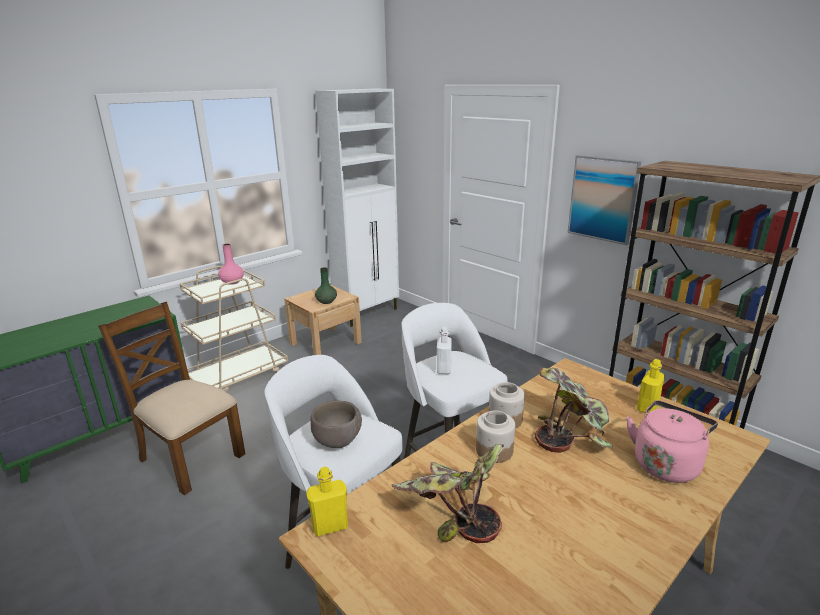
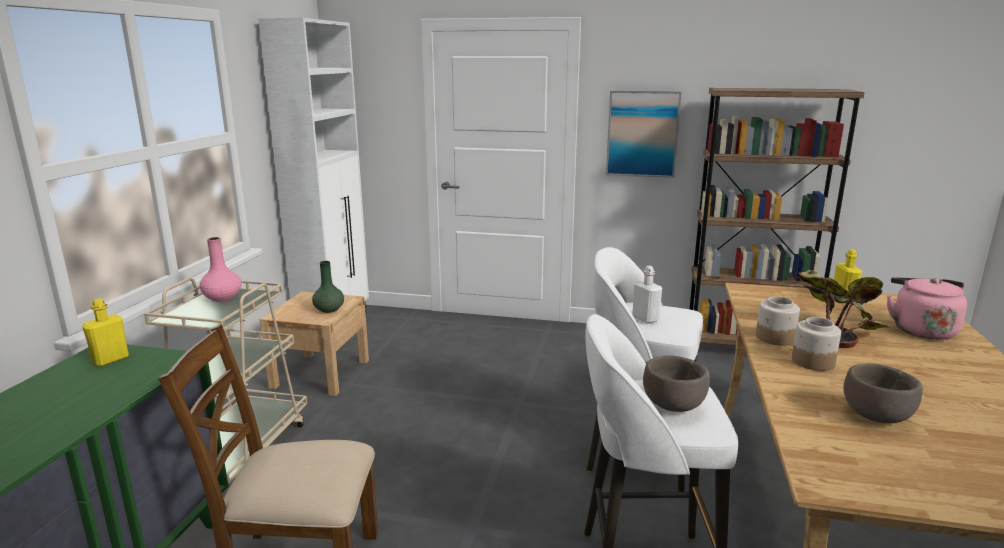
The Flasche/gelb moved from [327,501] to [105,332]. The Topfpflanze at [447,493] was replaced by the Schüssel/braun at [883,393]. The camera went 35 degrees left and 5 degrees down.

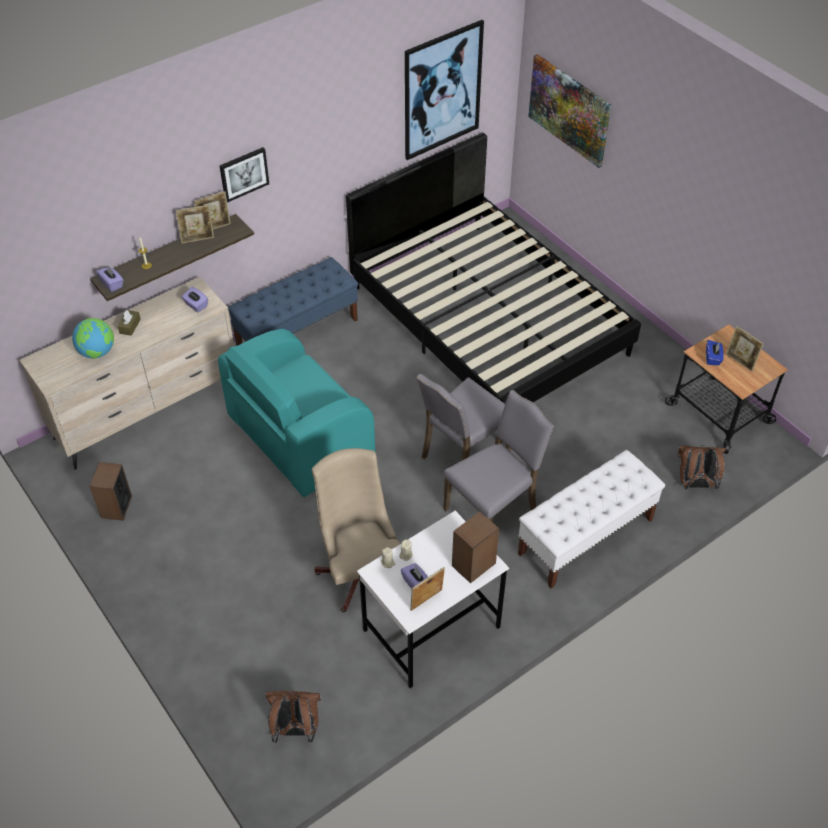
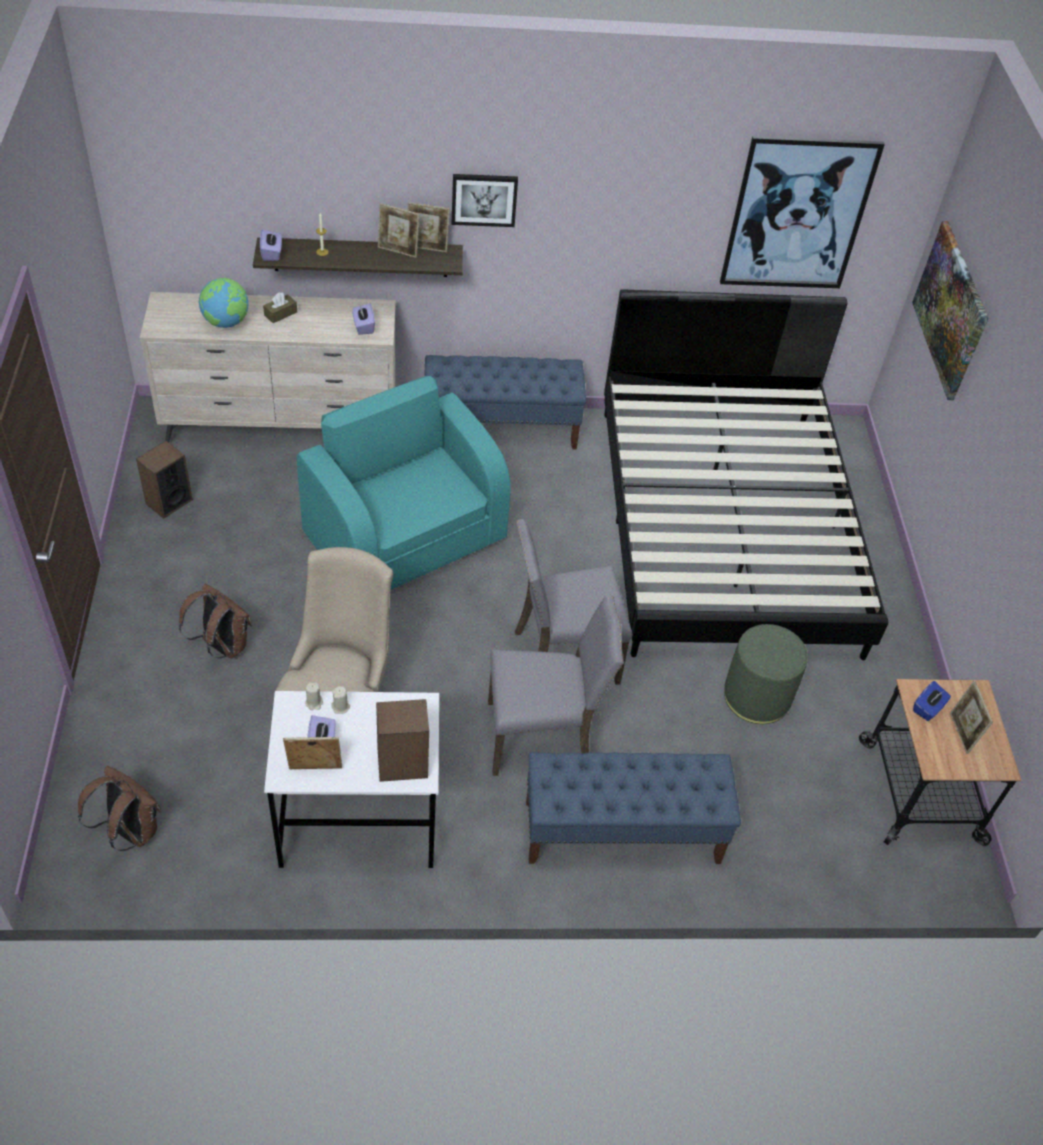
The Polsterhocker/grün at [766,674] appeared. The Rucksack/braun moved from [702,467] to [215,621]. The Bank/weiß at [591,519] became the Bank/blau at [633,808]. The Sessel/türkis at [296,413] turned 60 degrees clockwise. The camera went 30 degrees right and 0 degrees up.

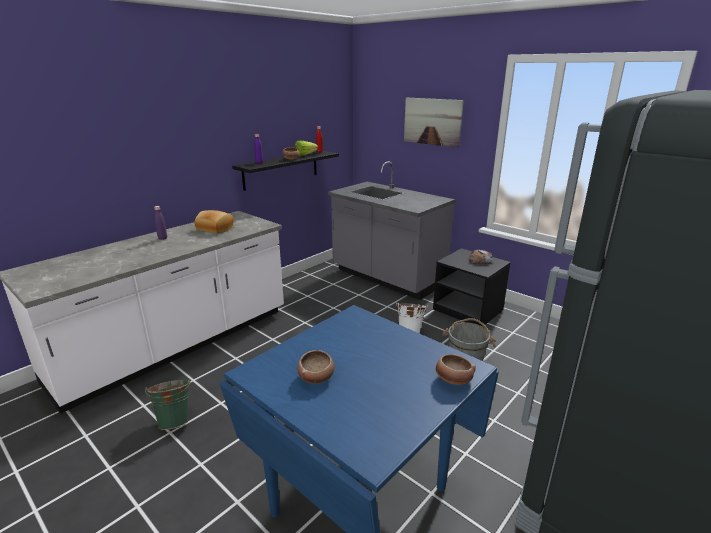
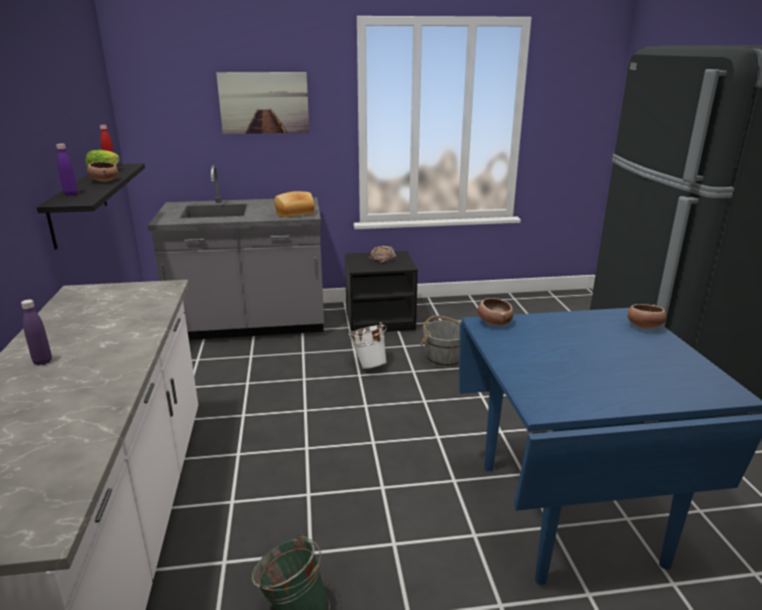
The Brot moved from [214,221] to [294,204]. The Schüssel moved from [316,367] to [495,312]. The camera went 50 degrees left and 0 degrees up.

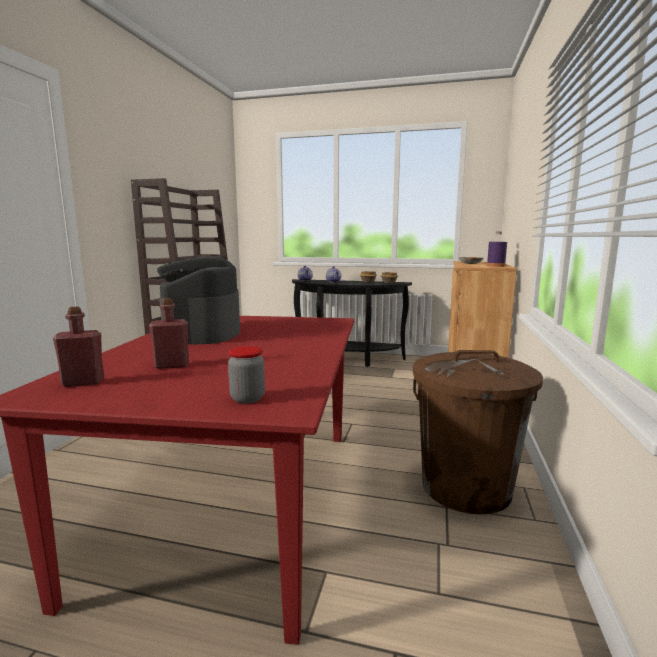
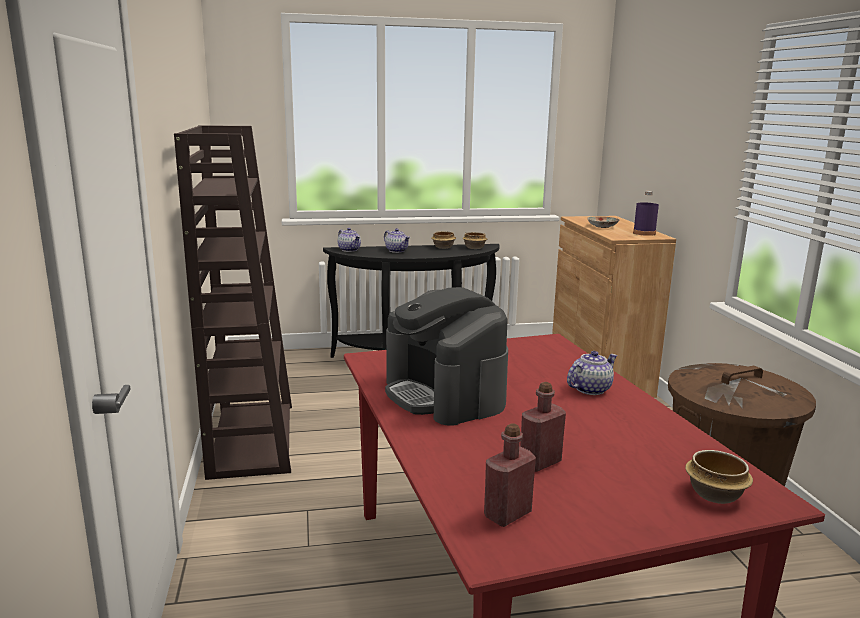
The Teekanne at [592,373] appeared. The Vorratsglas at [246,375] was replaced by the Schüssel at [719,477]. The camera went 25 degrees left and 5 degrees up.

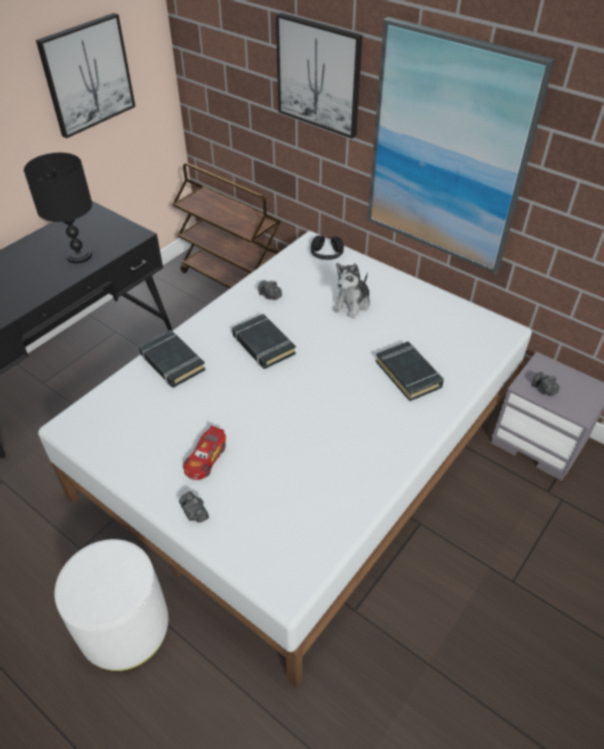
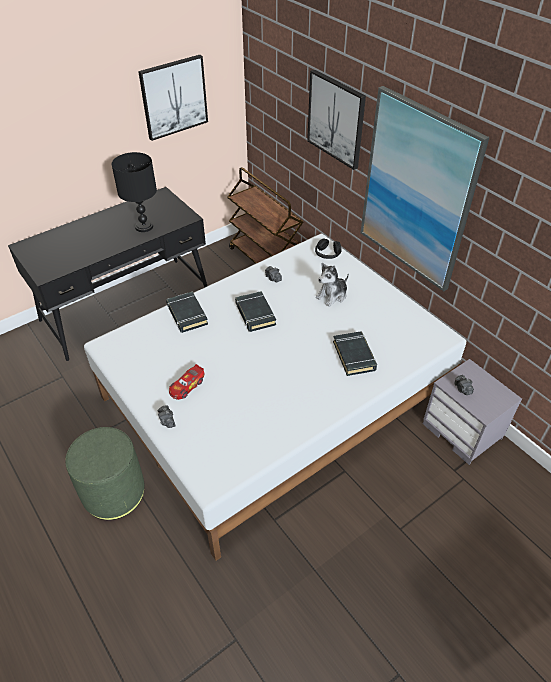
The Polsterhocker/weiß at [111,605] became the Polsterhocker/grün at [104,473]. The camera went 15 degrees right and 0 degrees up.

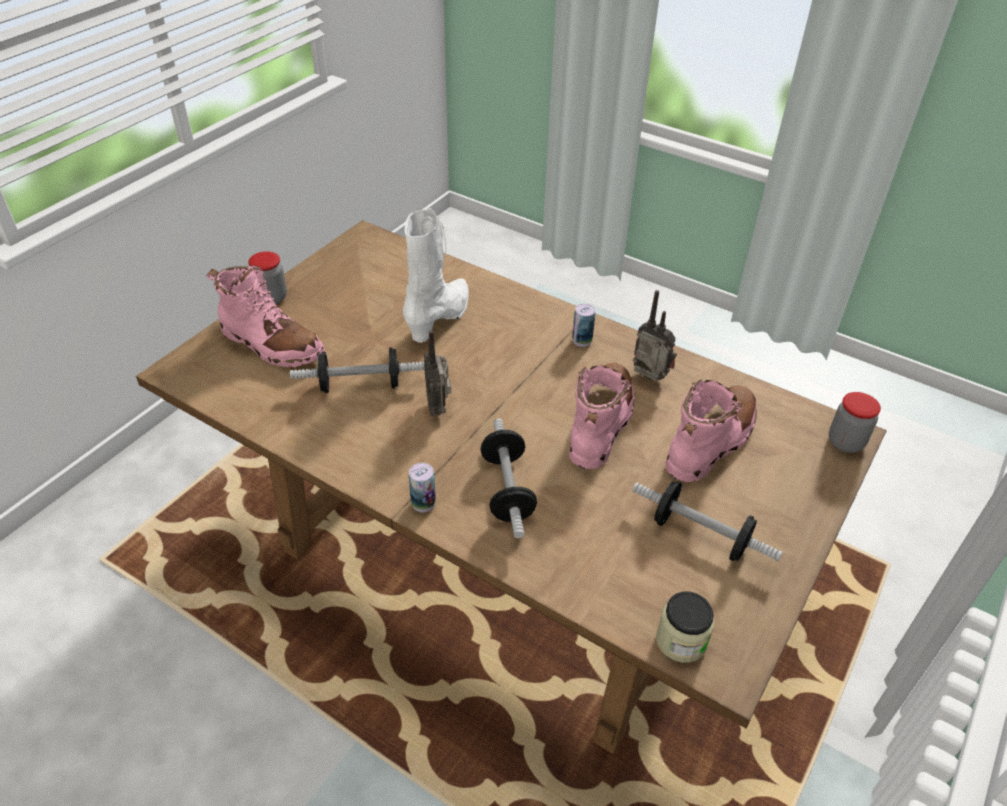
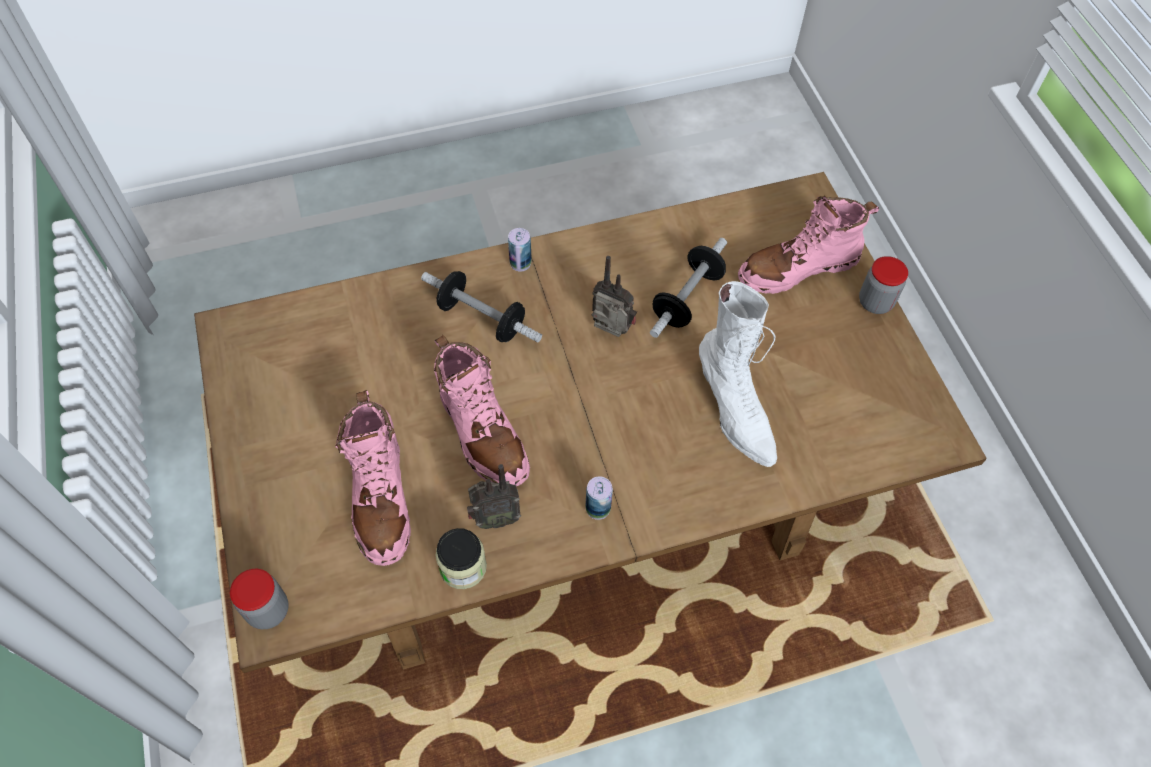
The Hantel at [707,521] disappeared. The Vorratsglas moved from [685,627] to [461,558]. The camera went 130 degrees right and 15 degrees up.

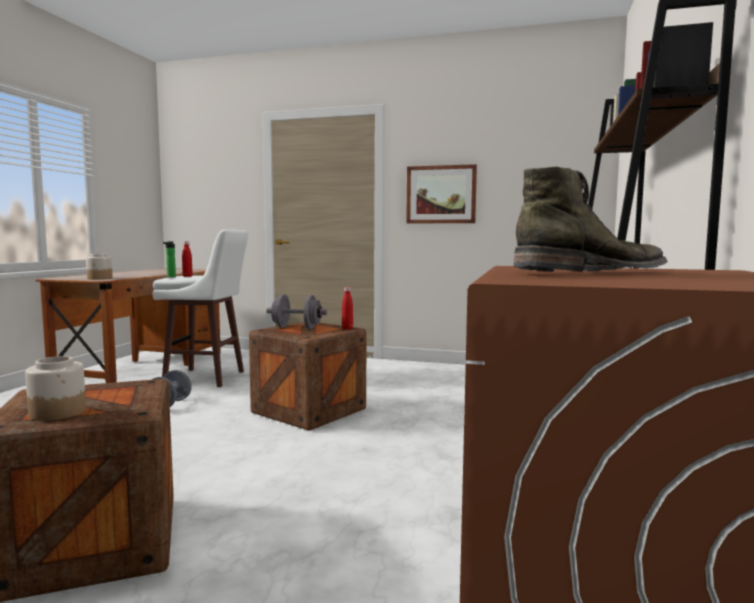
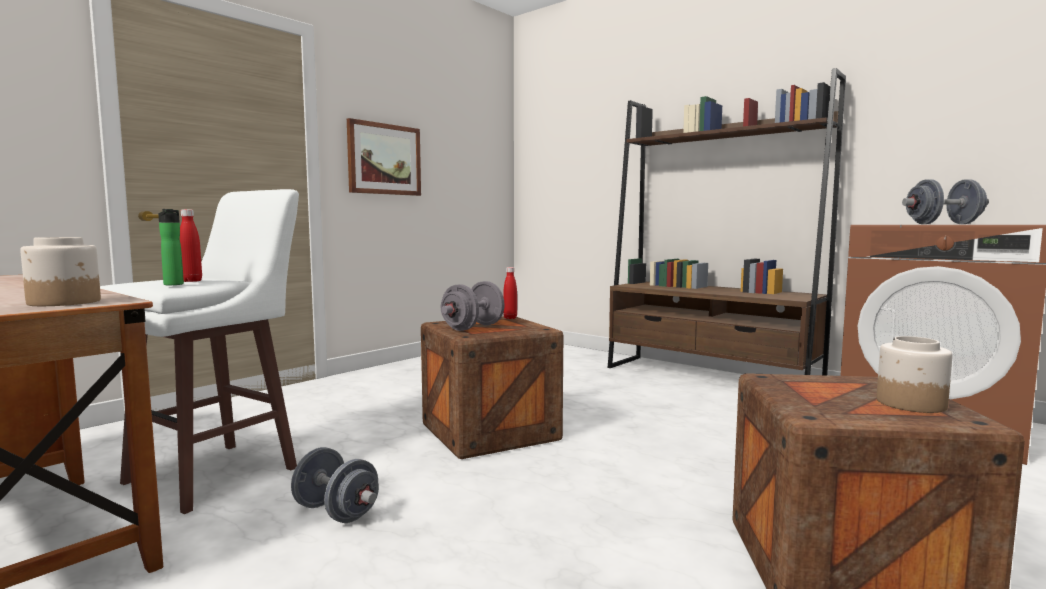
The Stiefel/grün at [591,219] was replaced by the Hantel/grau at [945,201]. The camera went 65 degrees left and 0 degrees up.

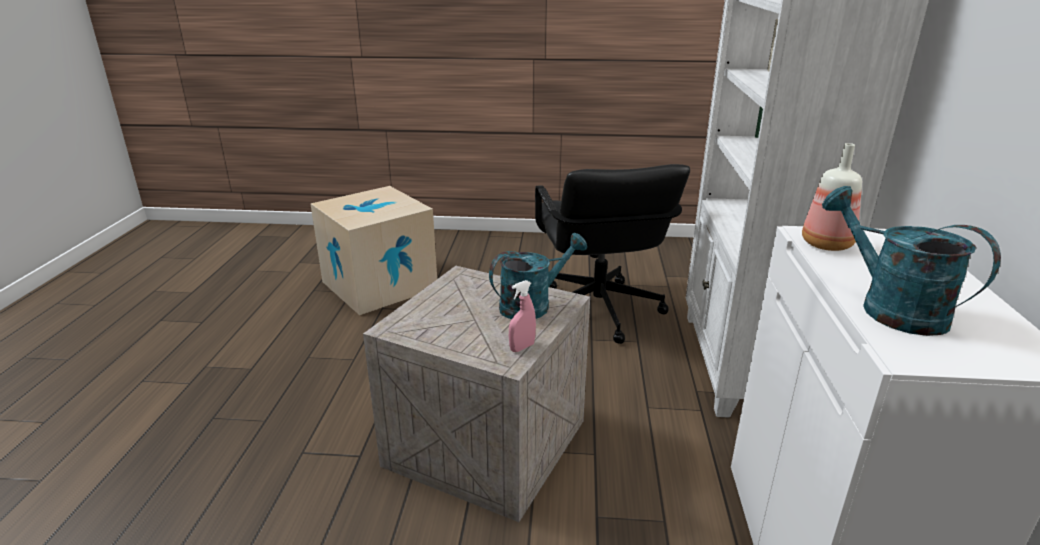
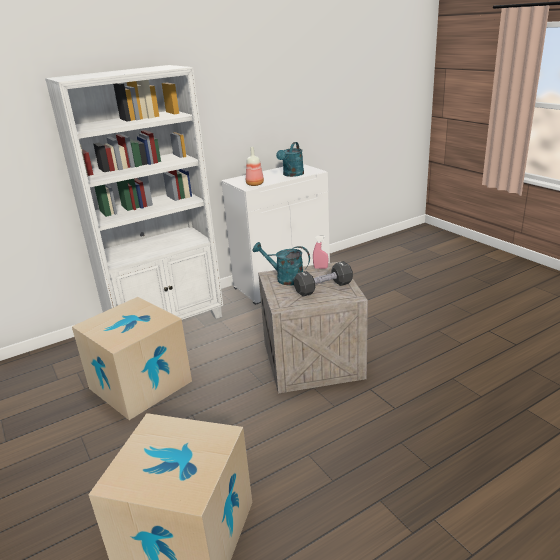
The Hantel/schwarz at [323,279] appeared. The Bürostuhl/schwarz at [612,254] was replaced by the Karton at [132,358]. The camera went 125 degrees left and 0 degrees up.

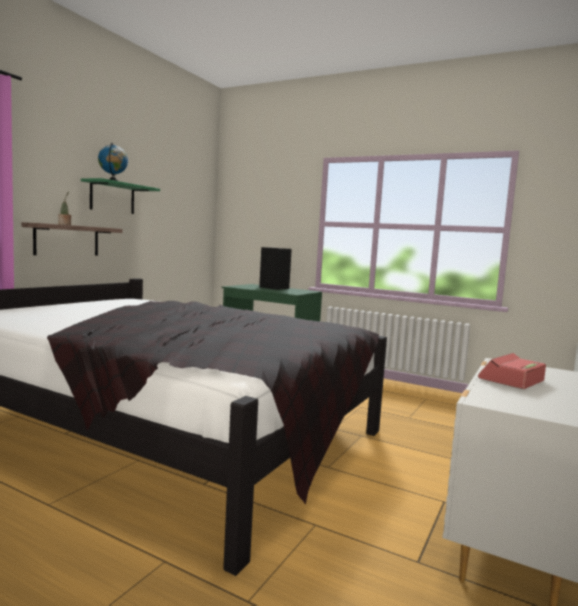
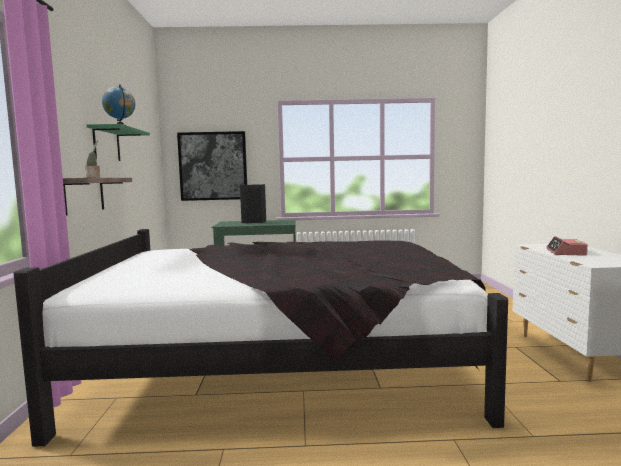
The Bild at [212,166] appeared. The camera went 30 degrees left and 0 degrees up.

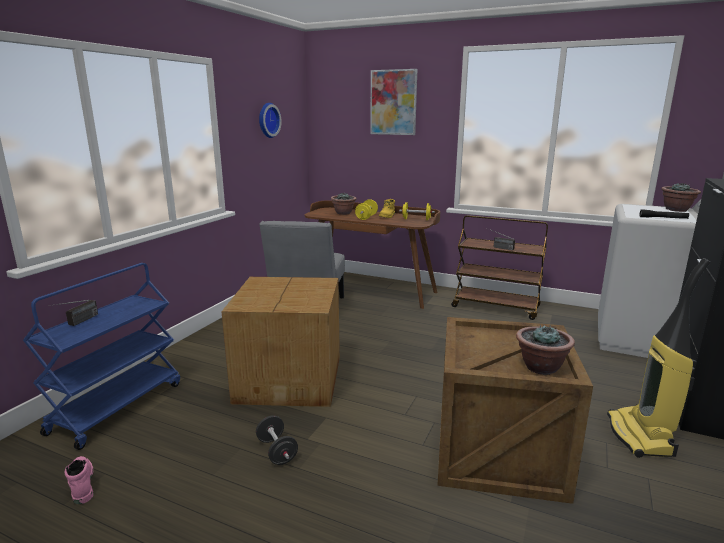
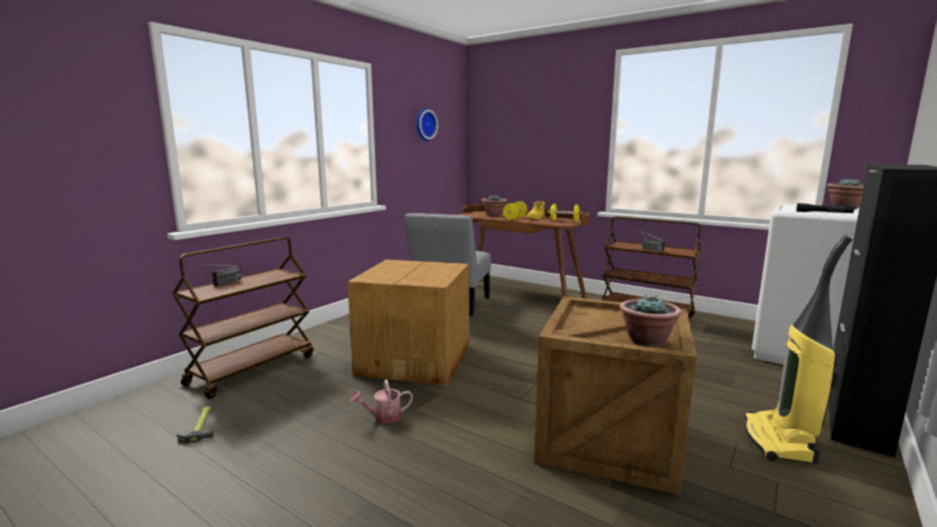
The Bild at [393,102] disappeared. The Stiefel/rosa at [79,480] was replaced by the Hammer at [195,424]. The Hantel/schwarz at [277,440] was replaced by the Gießkanne at [381,401]. The Rollwagen/blau at [101,356] became the Rollwagen/braun at [242,318]. The camera went 10 degrees right and 5 degrees down.

